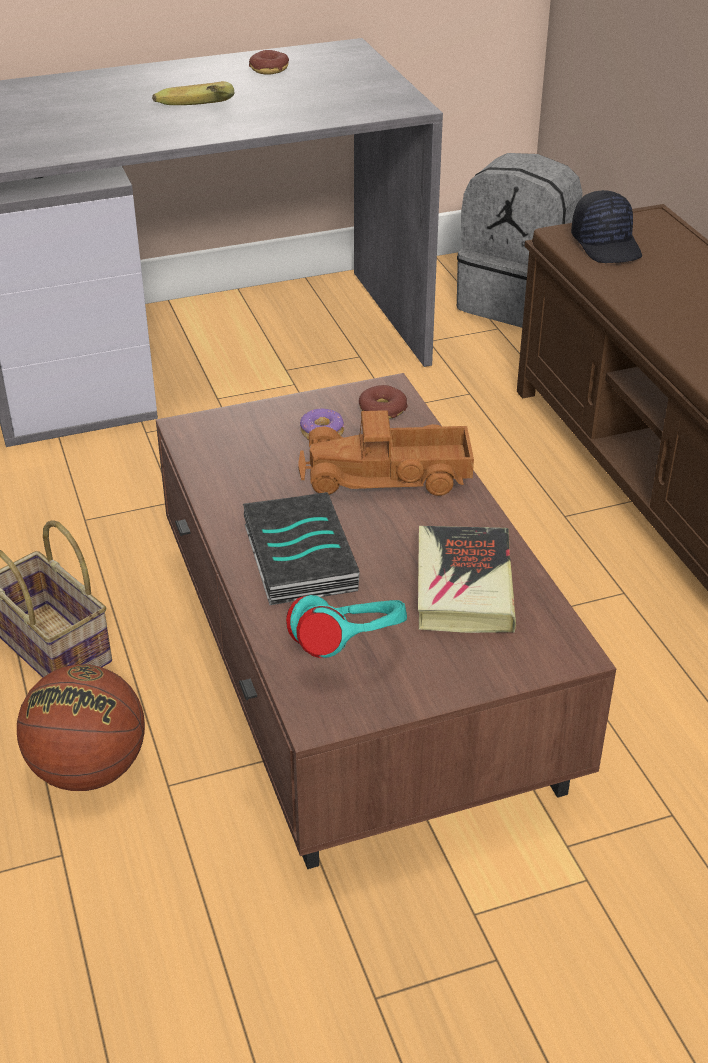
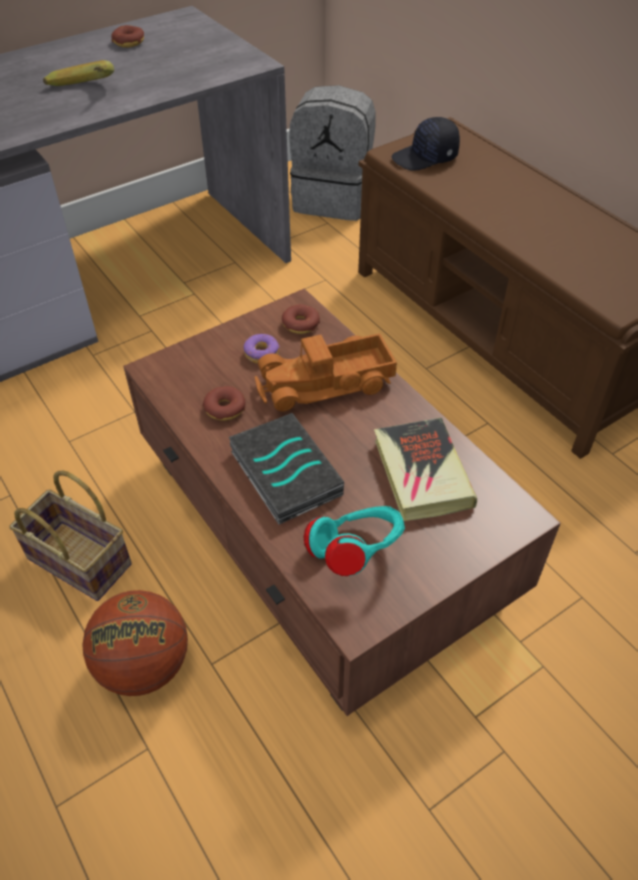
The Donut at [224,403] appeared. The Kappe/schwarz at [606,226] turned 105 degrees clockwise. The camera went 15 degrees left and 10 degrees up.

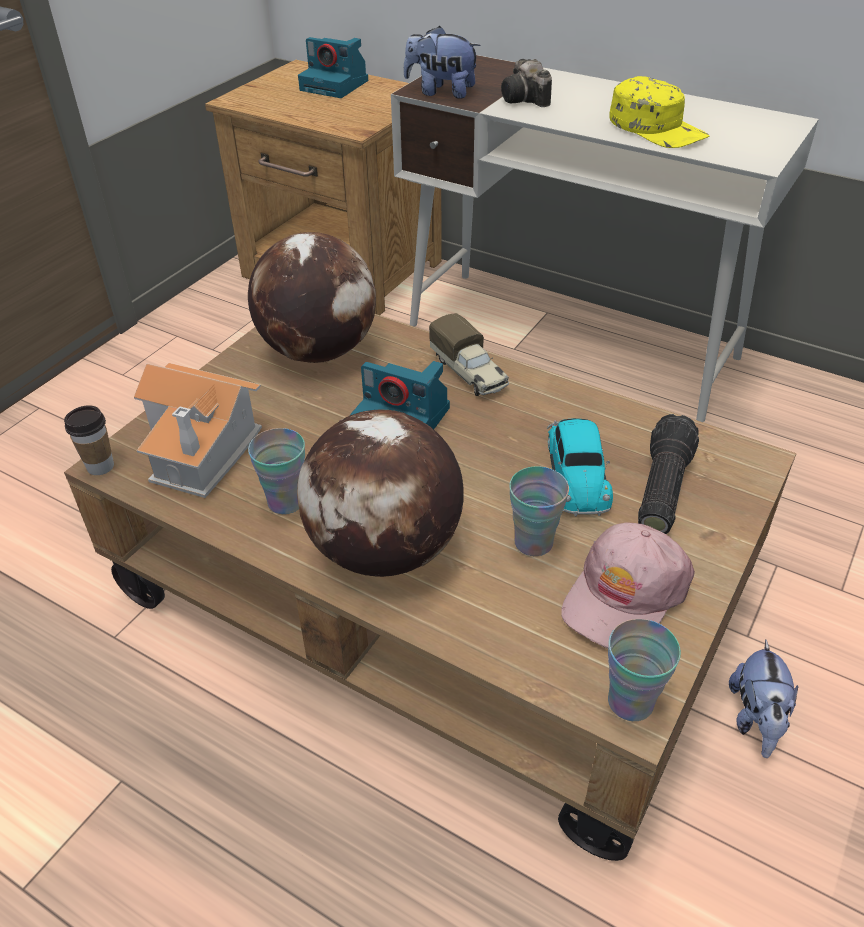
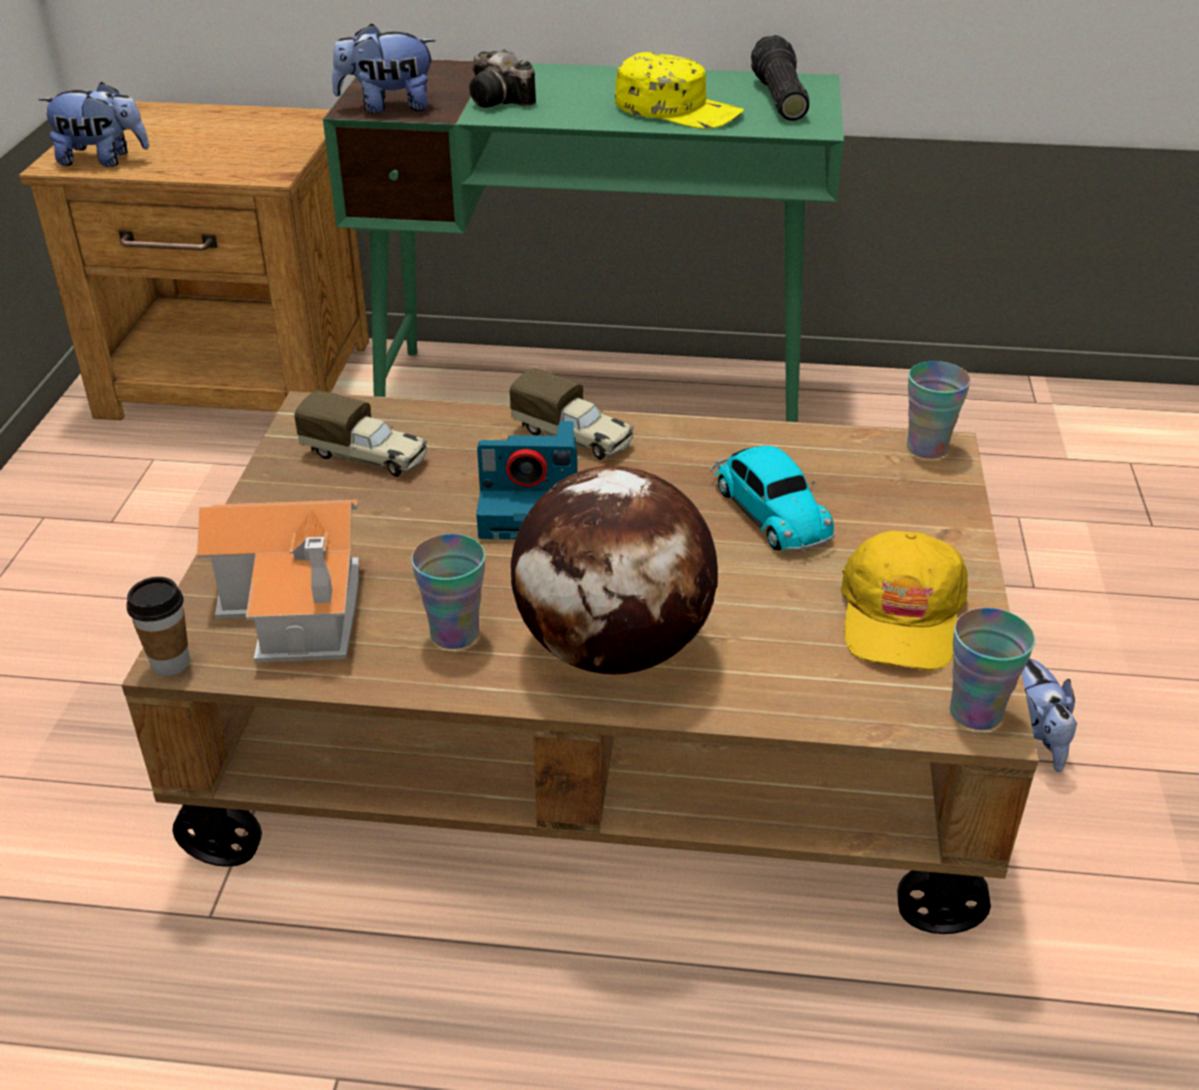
The Kamera at [333,67] disappeared. The Plüschtier at [93,124] appeared. The Tasse moved from [539,511] to [939,410]. The Taschenlampe moved from [668,474] to [780,78]. The Globus at [312,297] was replaced by the Spielzeuglaster at [361,433]. The Schreibtisch/weiß at [605,238] became the Schreibtisch/grün at [583,240]. The Kappe/rosa at [628,585] became the Kappe/gelb at [904,600]. The camera went 25 degrees left and 5 degrees down.

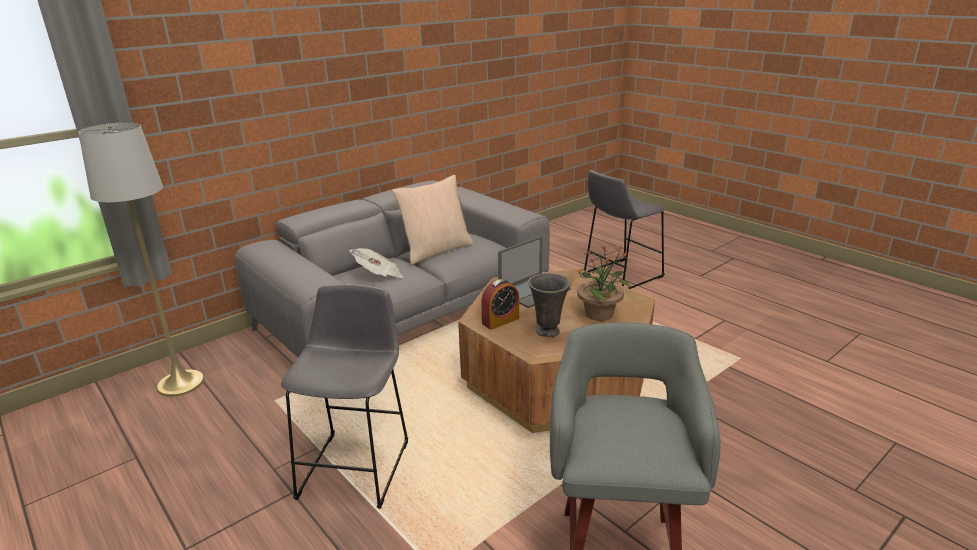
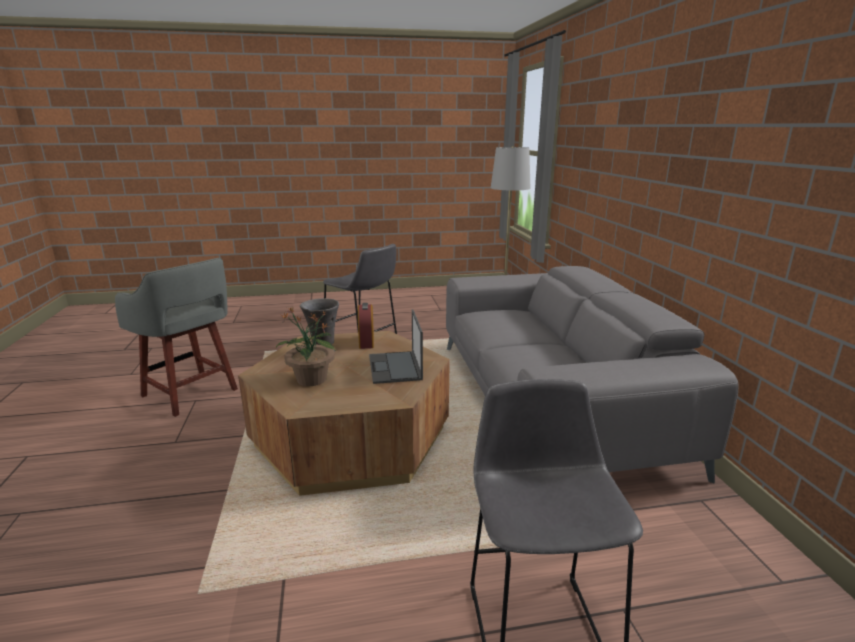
The Zeitung at [376,263] disappeared. The Kissen/beige at [432,220] disappeared. The camera went 120 degrees right and 5 degrees down.

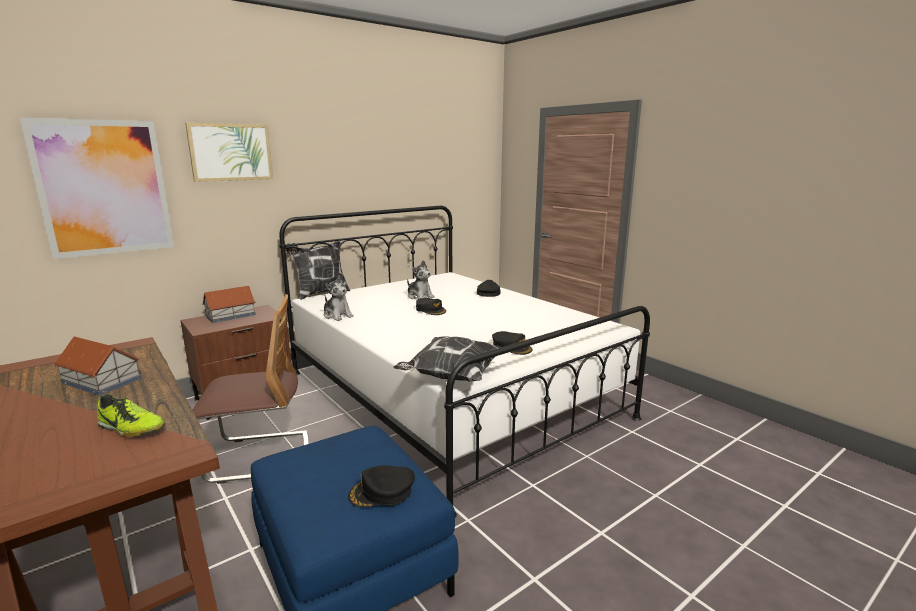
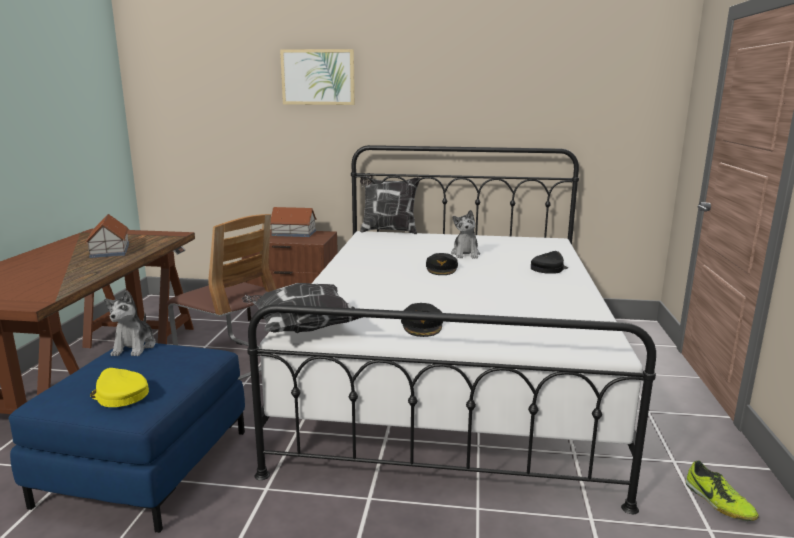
The Bild at [97,188] disappeared. The Schuh moved from [131,415] to [722,491]. The Plüschtier moved from [339,298] to [130,323]. The Kappe/schwarz at [381,486] became the Kappe/gelb at [119,387]. The camera went 45 degrees right and 0 degrees up.

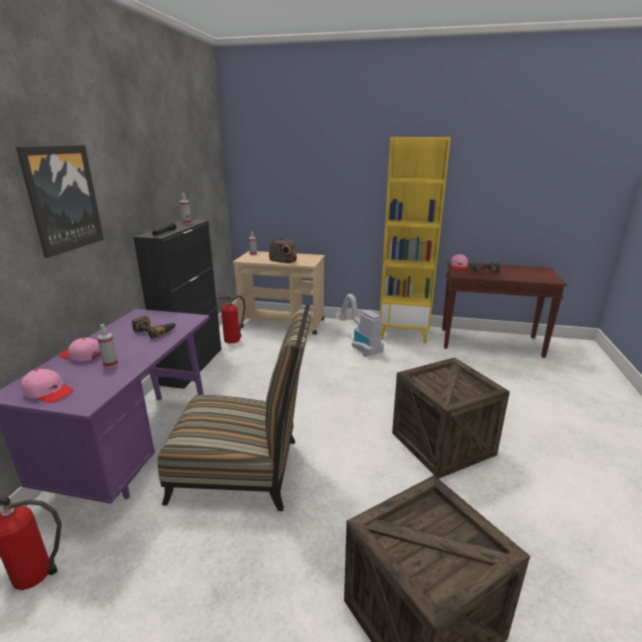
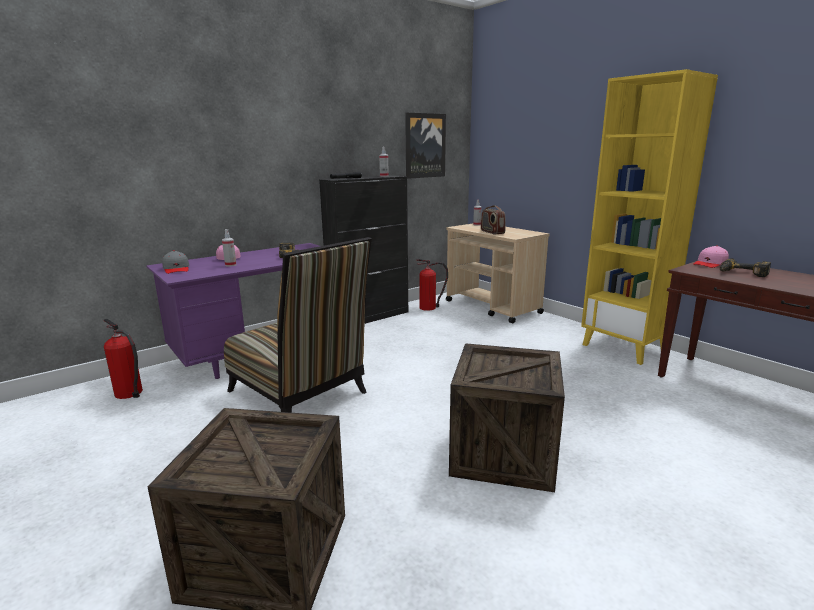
The Staubsauger at [360,325] disappeared. The Bild moved from [60,201] to [425,146]. The Kappe/rosa at [47,386] became the Kappe/grau at [175,262]. The camera went 40 degrees right and 5 degrees down.

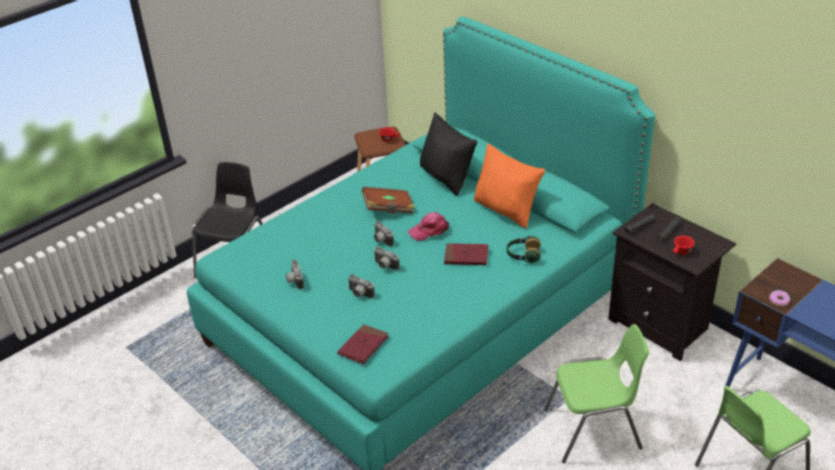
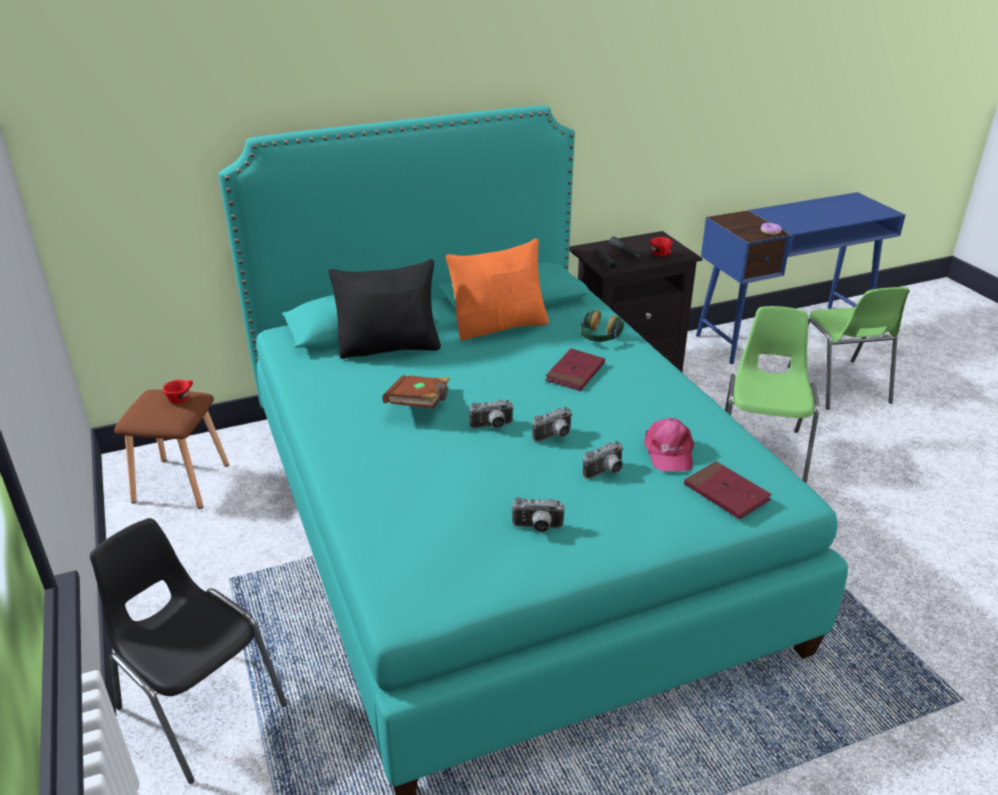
The Kappe/rosa moved from [428,226] to [669,445]. The camera went 70 degrees left and 5 degrees down.

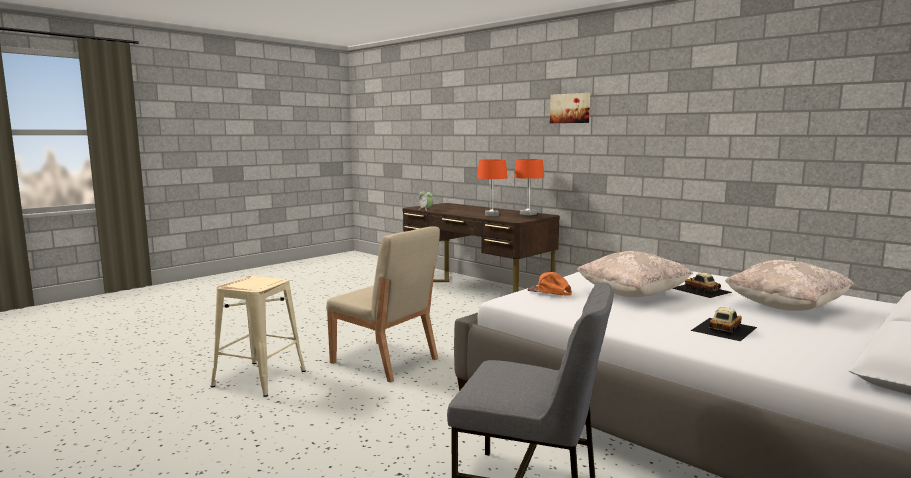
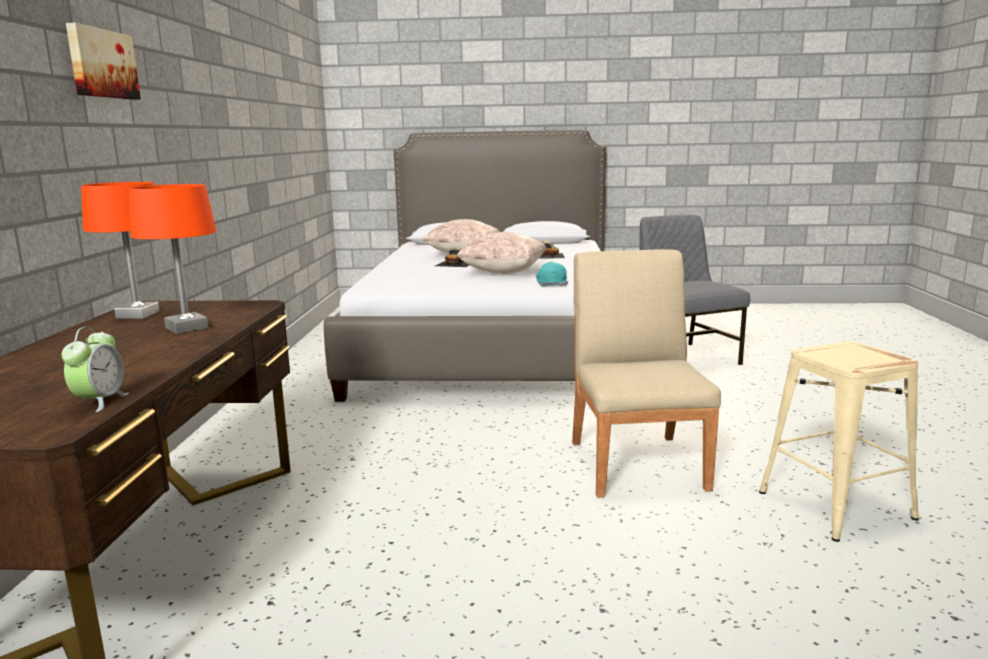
The Kappe/orange at [550,284] became the Kappe/türkis at [552,274]. The camera went 130 degrees left and 5 degrees up.

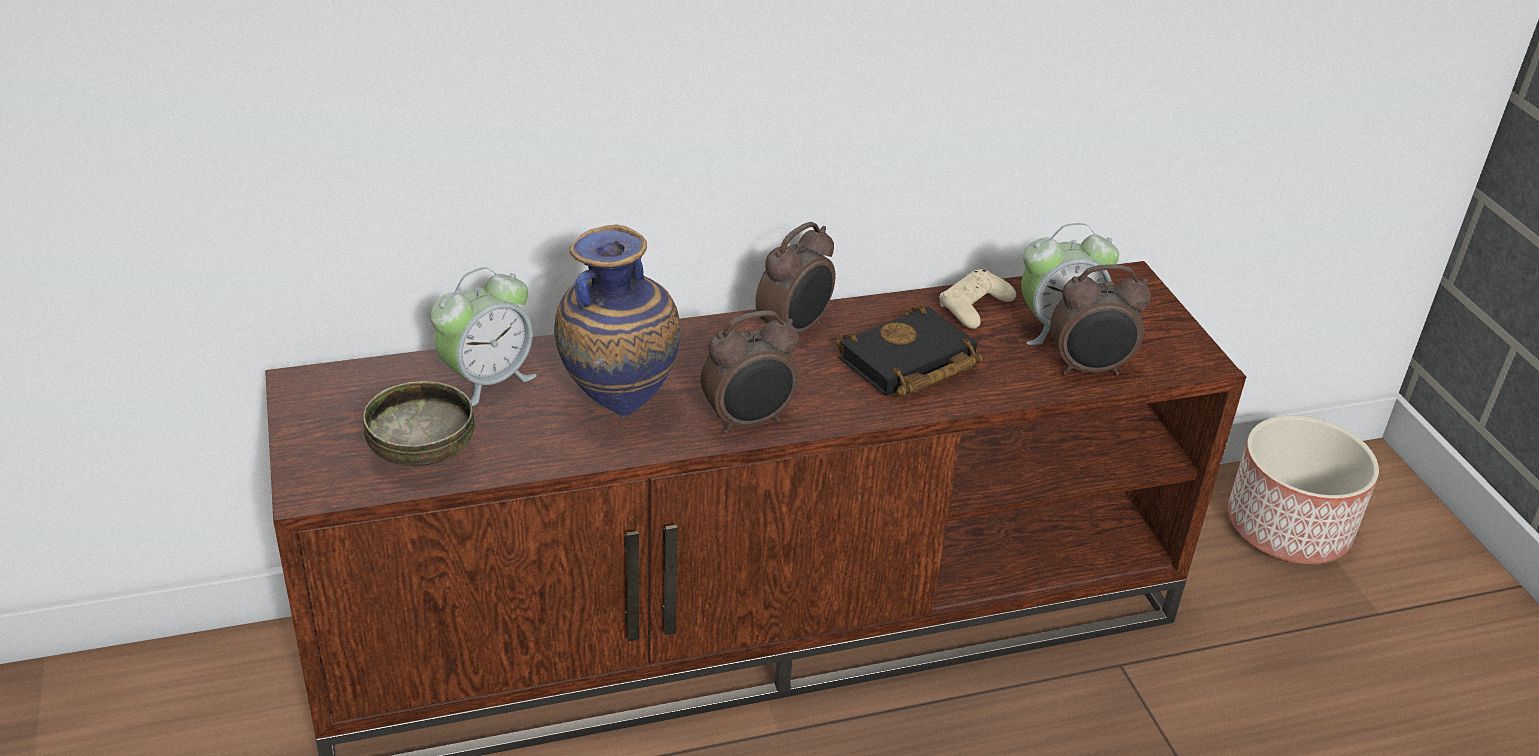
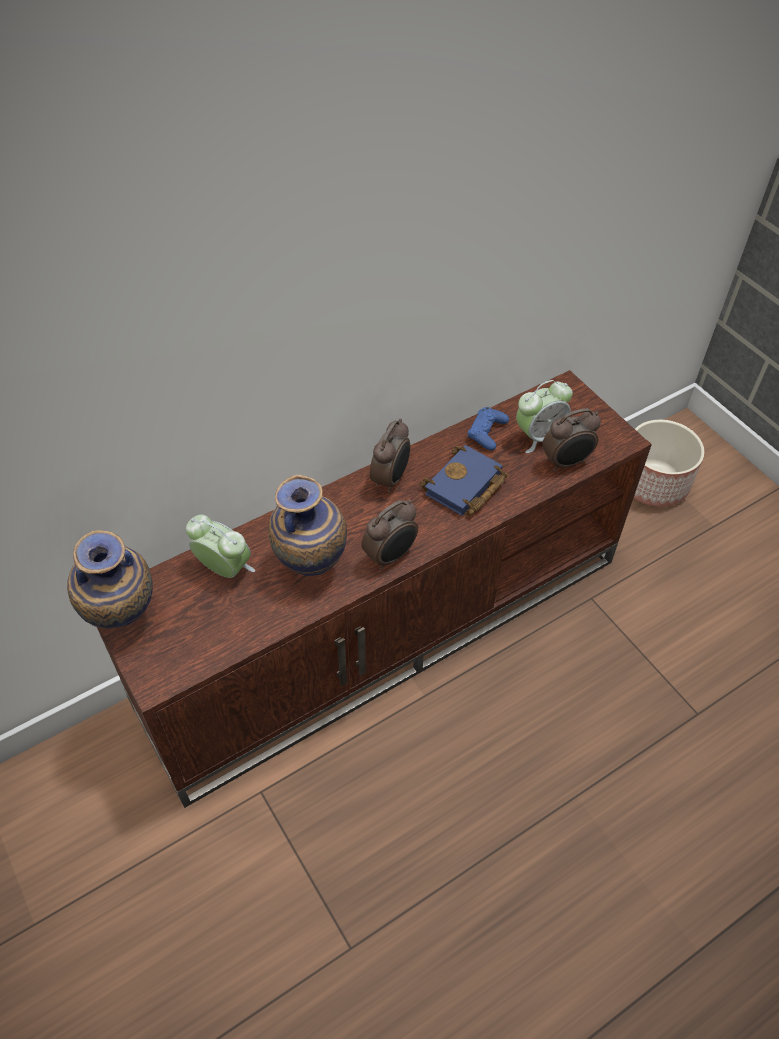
The Schüssel at [418,424] disappeared. The Vase at [110,579] appeared. The Buch/schwarz at [909,351] became the Buch/blau at [464,480]. The Gamepad/beige at [977,299] became the Gamepad/blau at [488,429]. The Wecker at [483,336] turned 90 degrees counterclockwise. The camera went 15 degrees left and 15 degrees up.

